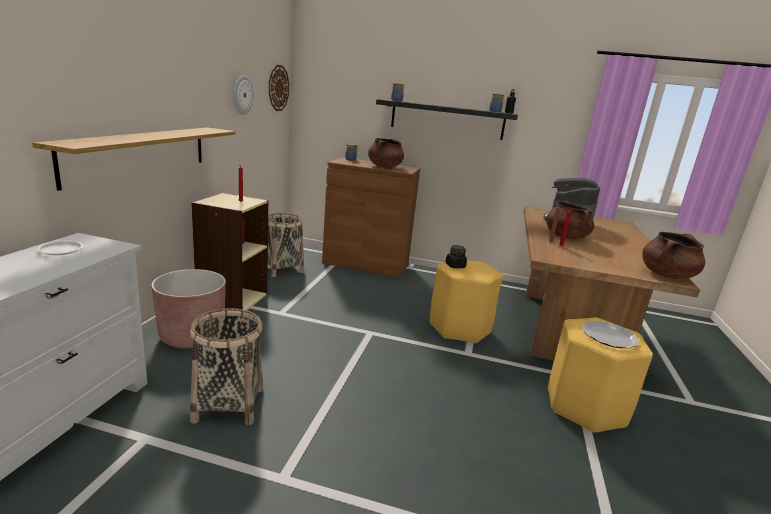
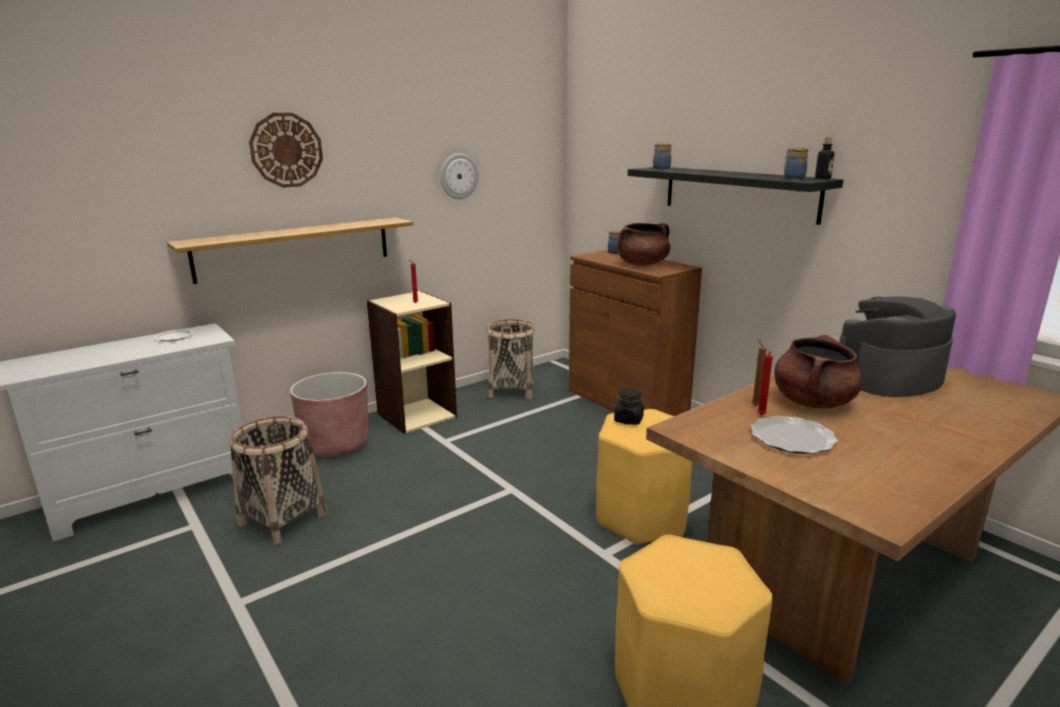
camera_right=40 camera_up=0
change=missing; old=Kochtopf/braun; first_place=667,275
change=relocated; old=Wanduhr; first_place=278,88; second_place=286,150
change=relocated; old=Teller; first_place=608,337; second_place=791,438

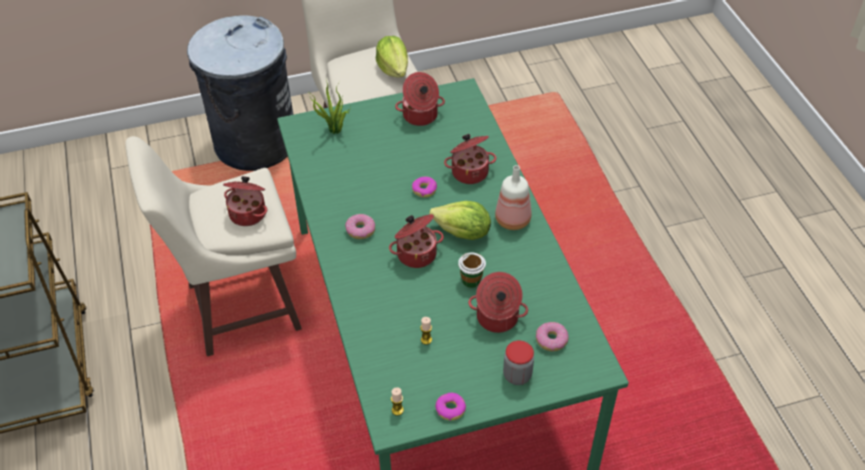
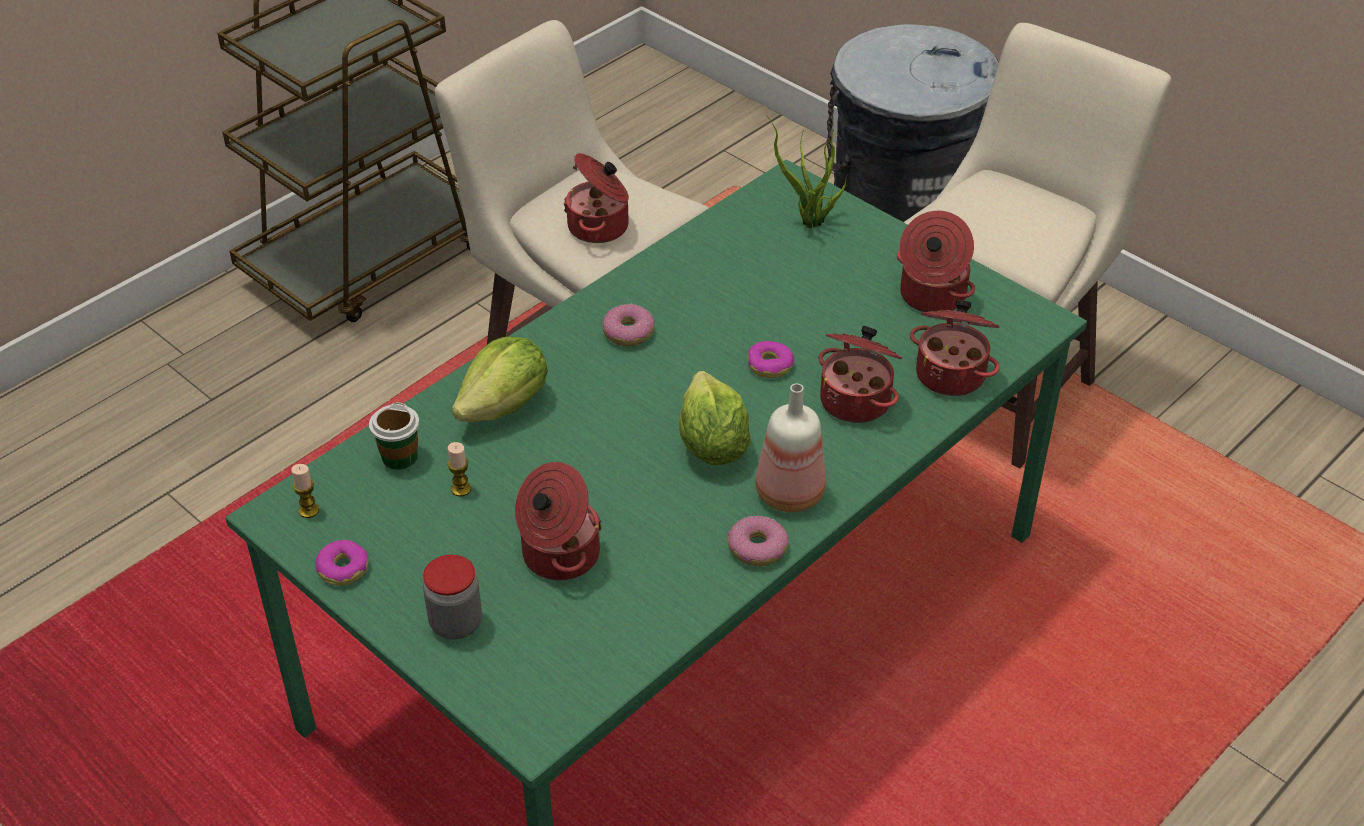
camera_right=60 camera_up=-5
change=relocated; old=Salatkopf; first_place=393,69; second_place=505,406
change=relocated; old=Kochtopf; first_place=416,253; second_place=951,373
change=relocated; old=Tasse; first_place=471,280; second_place=399,457
change=relocated; old=Donut; first_place=551,340; second_place=757,548

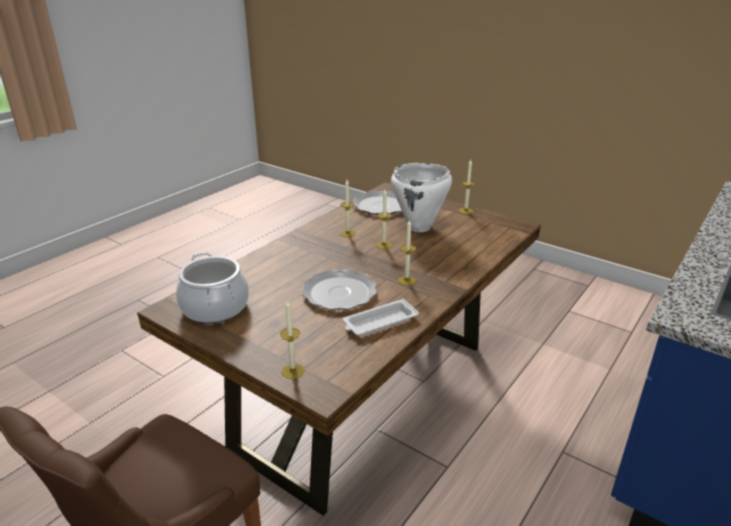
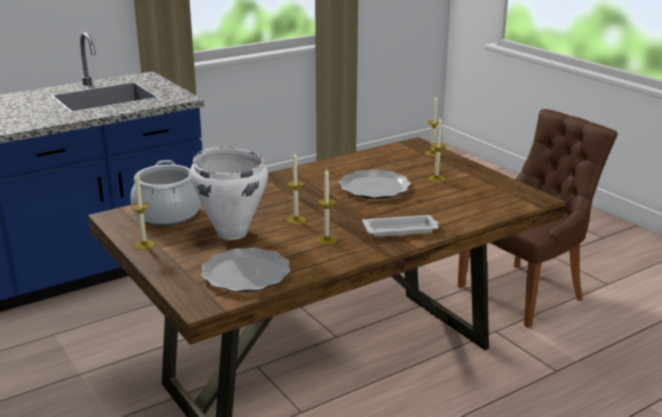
camera_right=-160 camera_up=-5
change=relocated; old=Kochtopf; first_place=215,307; second_place=167,214
change=relocated; old=Tablett/weiß; first_place=379,322; second_place=401,230
change=relocated; old=Kerze; first_place=406,280; second_place=436,179

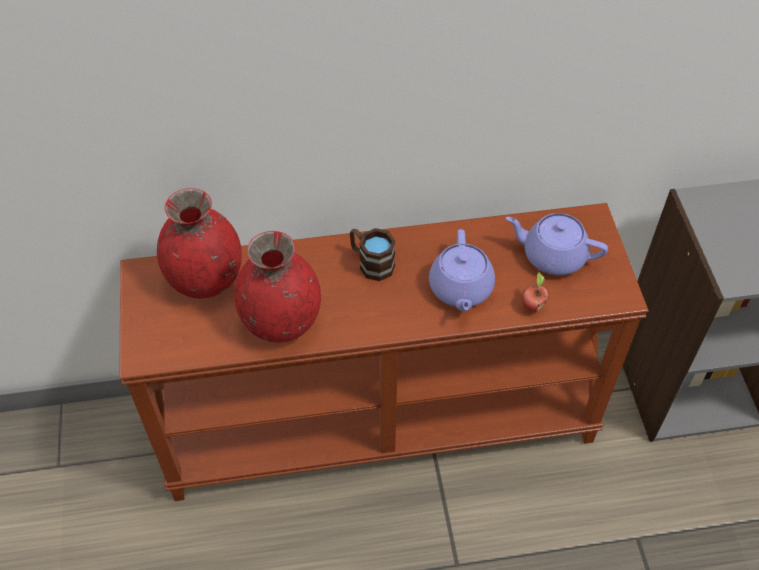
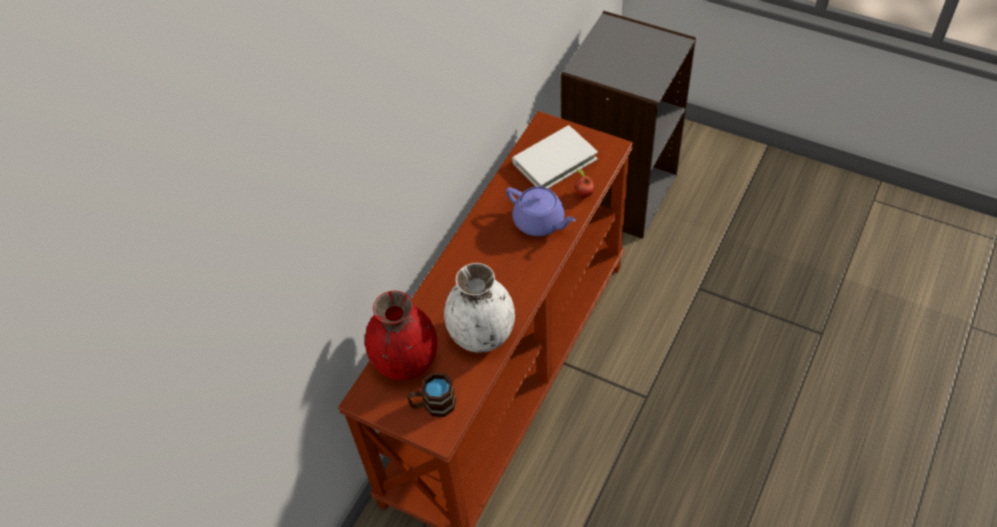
camera_right=-50 camera_up=0
change=relocated; old=Henkelbecher/braun; first_place=371,263; second_place=433,405
change=exchanged; old=Teekanne/lila; new=Buch/weiß; first_place=552,255; second_place=554,161
change=colour; old=Vase/rot; new=Vase/weiß; first_place=280,321; second_place=481,334

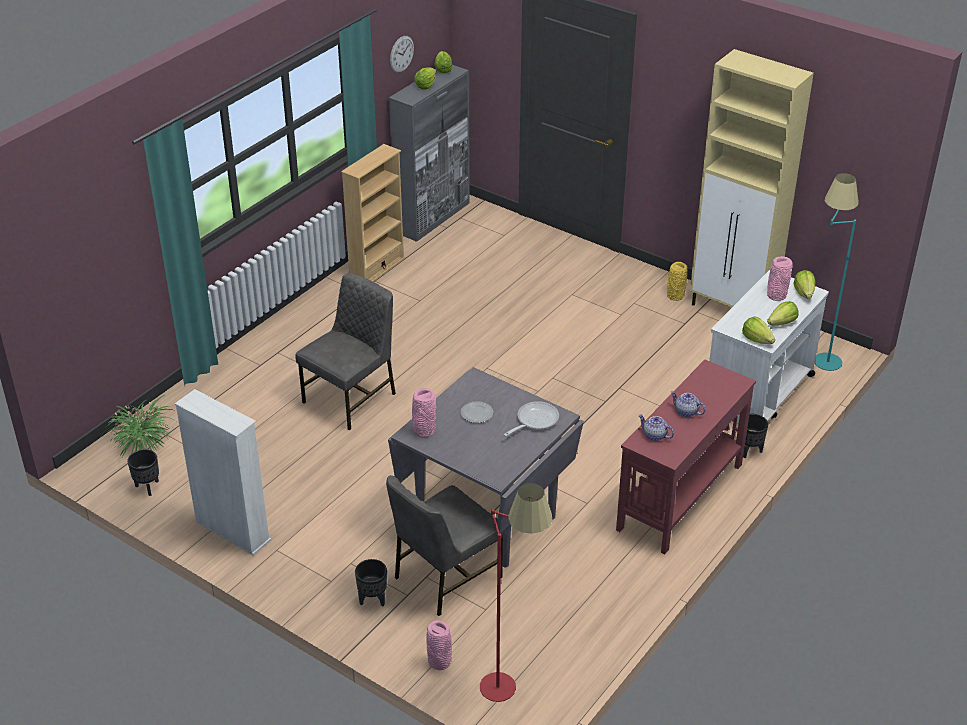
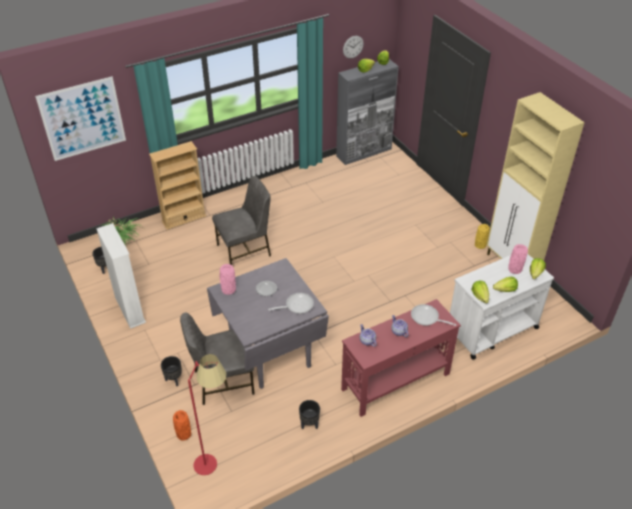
camera_right=25 camera_up=5
change=missing; old=Stehlampe/türkis; first_place=819,354
change=appeared; new=Bild; second_place=82,119
change=appeared; new=Pfanne; second_place=427,318
change=relocated; old=Bücherregal/beige; first_place=377,269; second_place=184,219
change=relocated; old=Pflanzkübel/schwarz; first_place=749,451; second_place=309,424
change=colour; old=Vase/rosa; new=Vase/orange; first_place=440,662; second_place=184,435

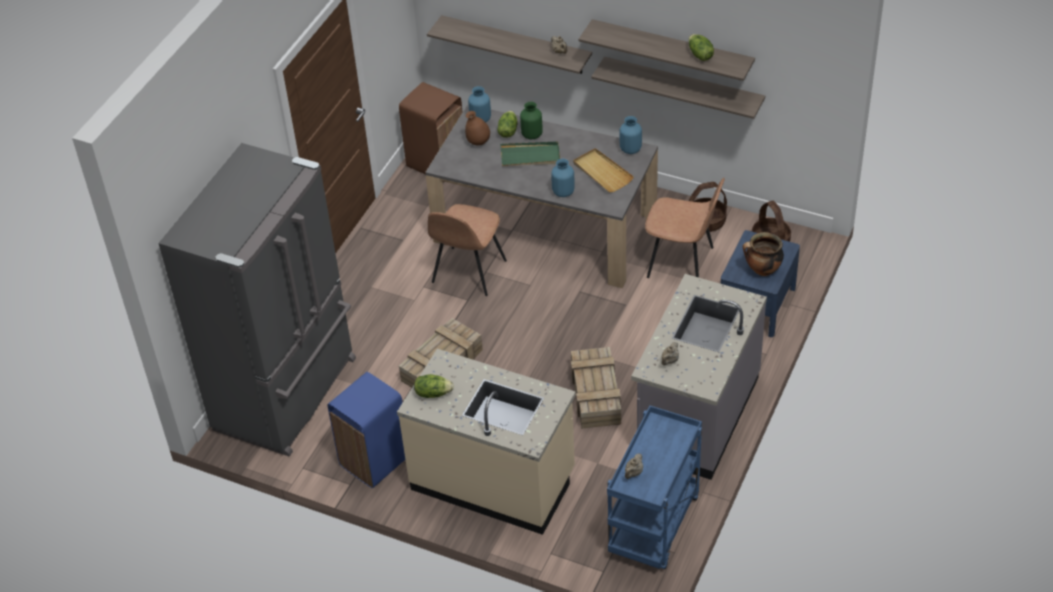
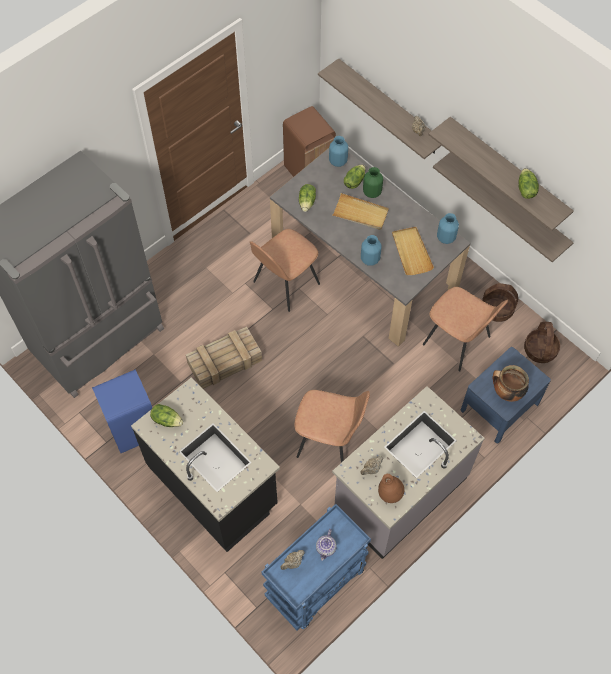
camera_right=20 camera_up=15
change=appeared; new=Salatkopf; second_place=307,202
change=appeared; new=Teekanne; second_place=326,548
change=relocated; old=Vase/braun; first_place=478,142; second_place=390,494
change=exchanged; old=Kiste; new=Stuhl/braun; first_place=596,395; second_place=329,440
change=colour; old=Küchenzeile/beige; new=Küchenzeile/schwarz; first_place=493,480; second_place=213,485
change=colour; old=Tablett/grün; new=Tablett/beige; first_place=530,156; second_place=360,213

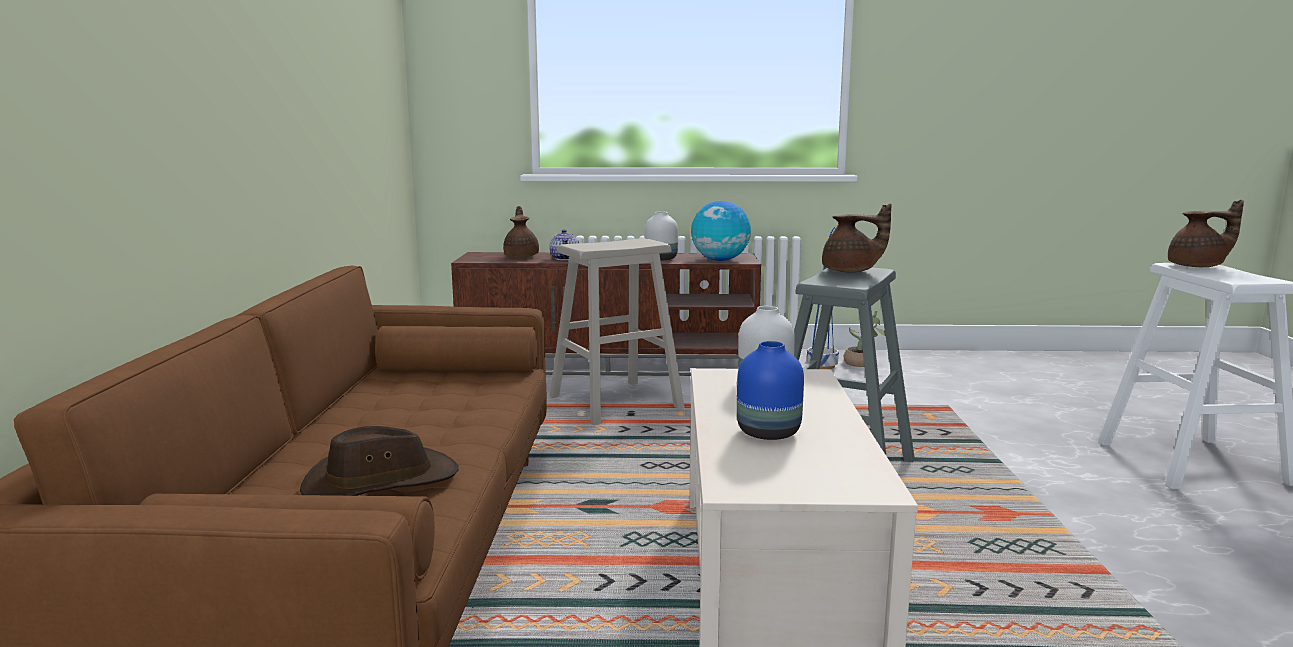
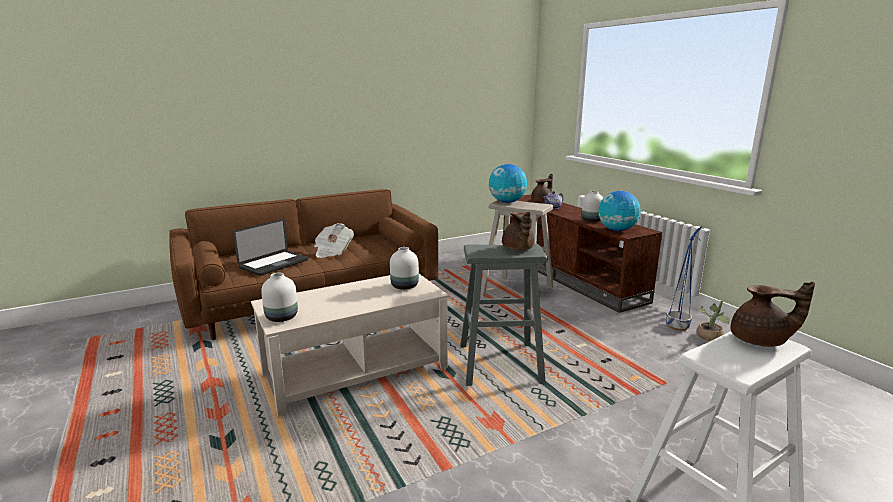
camera_right=60 camera_up=5
change=missing; old=Vase/blau; first_place=770,433
change=appeared; new=Vase/weiß; second_place=281,317
change=appeared; new=Zeitung; second_place=333,251
change=appeared; new=Globus; second_place=507,202
change=exchanged; old=Hut/braun; new=Laptop; first_place=380,481; second_place=274,264
change=spun; old=Teekanne/braun; first_place=1198,266; second_place=760,341; degrees=-45

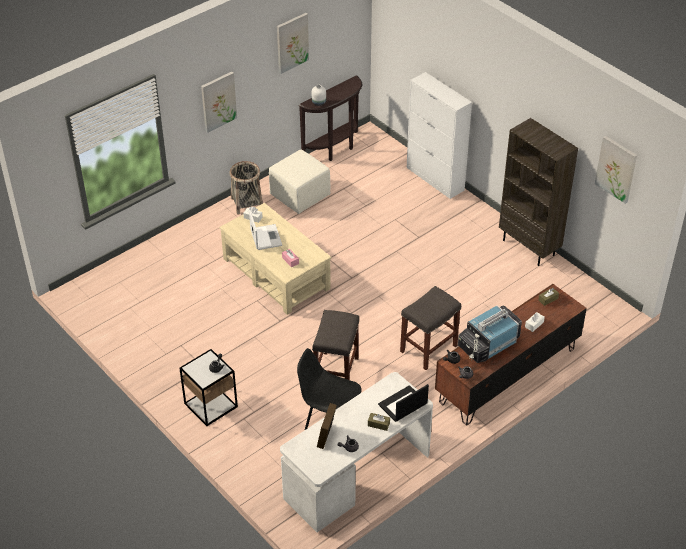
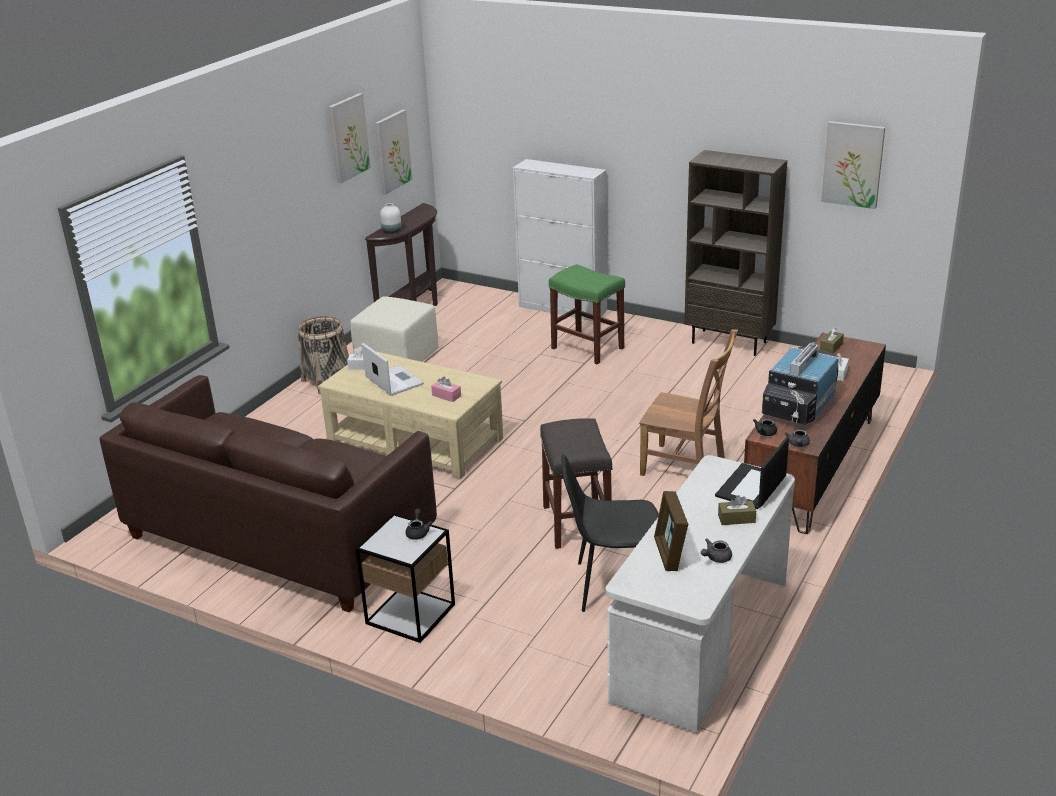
camera_right=-20 camera_up=-15
change=appeared; new=Sofa/braun; second_place=279,536
change=appeared; new=Hocker/grün; second_place=588,348
change=relocated; old=Bild; first_place=218,101; second_place=392,151
change=exchanged; old=Hocker/grau; new=Stuhl/braun; first_place=428,349; second_place=686,467

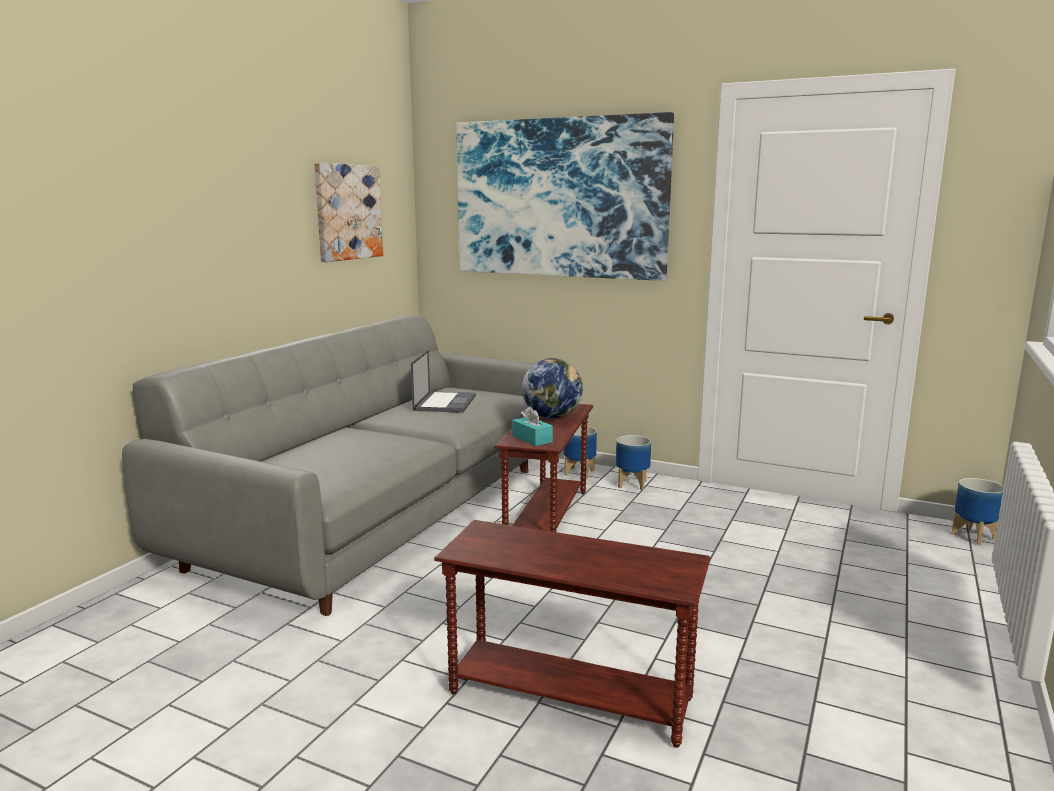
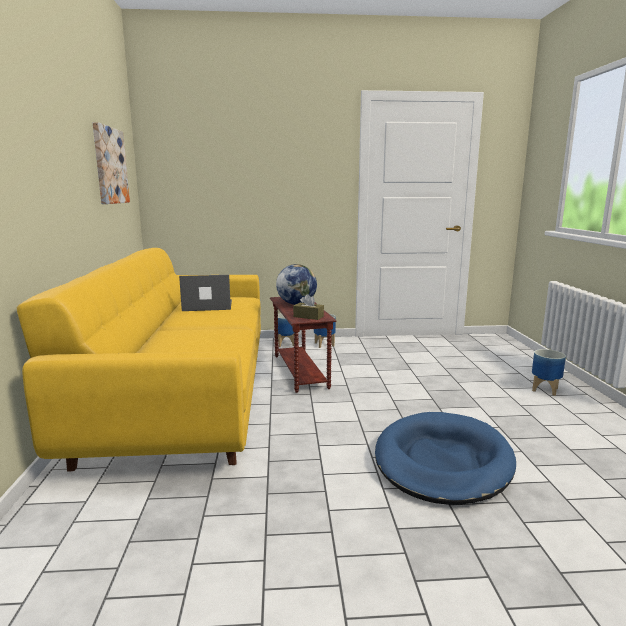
camera_right=-30 camera_up=0
change=missing; old=Bild; first_place=559,198
change=relocated; old=Pflanzkübel; first_place=974,536; second_place=545,389
change=exchanged; old=Beistelltisch/braun; new=Hundebett/blau; first_place=569,697; second_place=442,462
change=colour; old=Sofa/grau; new=Sofa/gelb; first_place=379,512; second_place=184,392
change=colour; old=Taschentuchbox/türkis; new=Taschentuchbox/braun; first_place=532,439; second_place=308,316
change=spun; old=Laptop; first_place=445,402; second_place=207,306; degrees=-75

